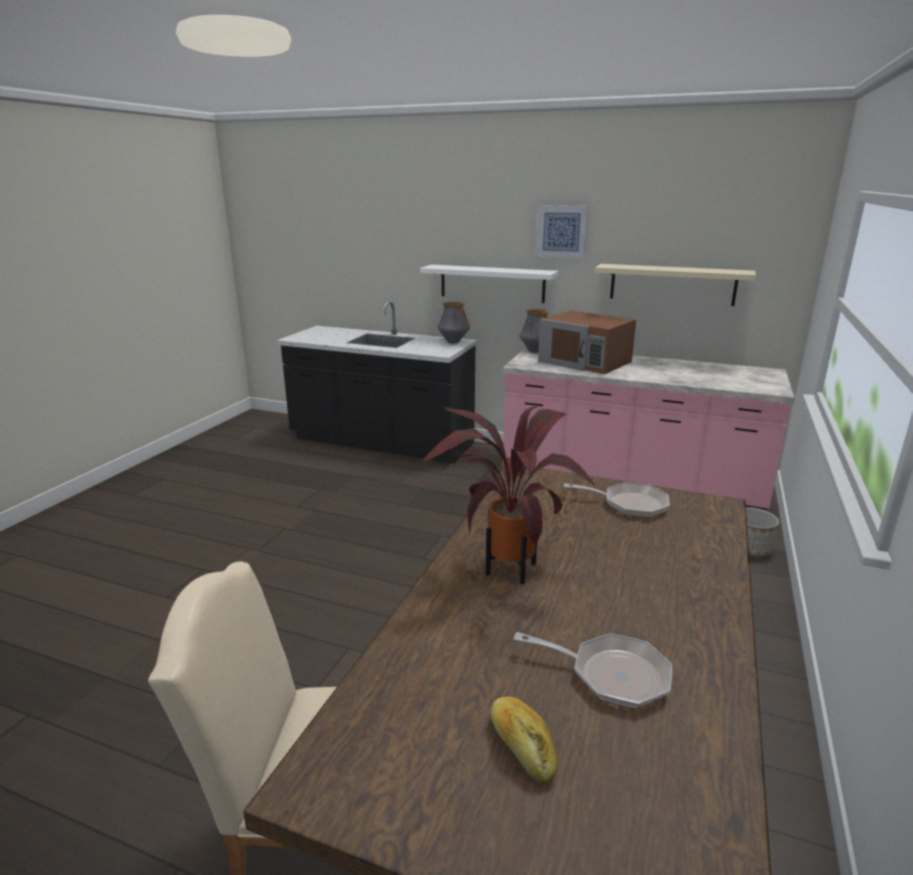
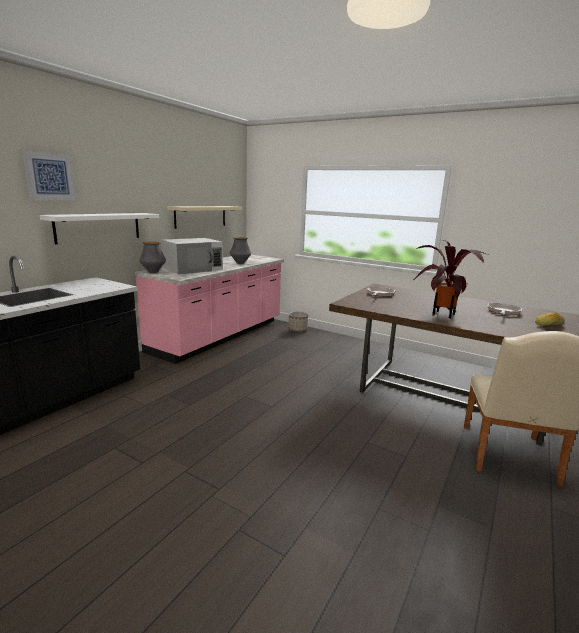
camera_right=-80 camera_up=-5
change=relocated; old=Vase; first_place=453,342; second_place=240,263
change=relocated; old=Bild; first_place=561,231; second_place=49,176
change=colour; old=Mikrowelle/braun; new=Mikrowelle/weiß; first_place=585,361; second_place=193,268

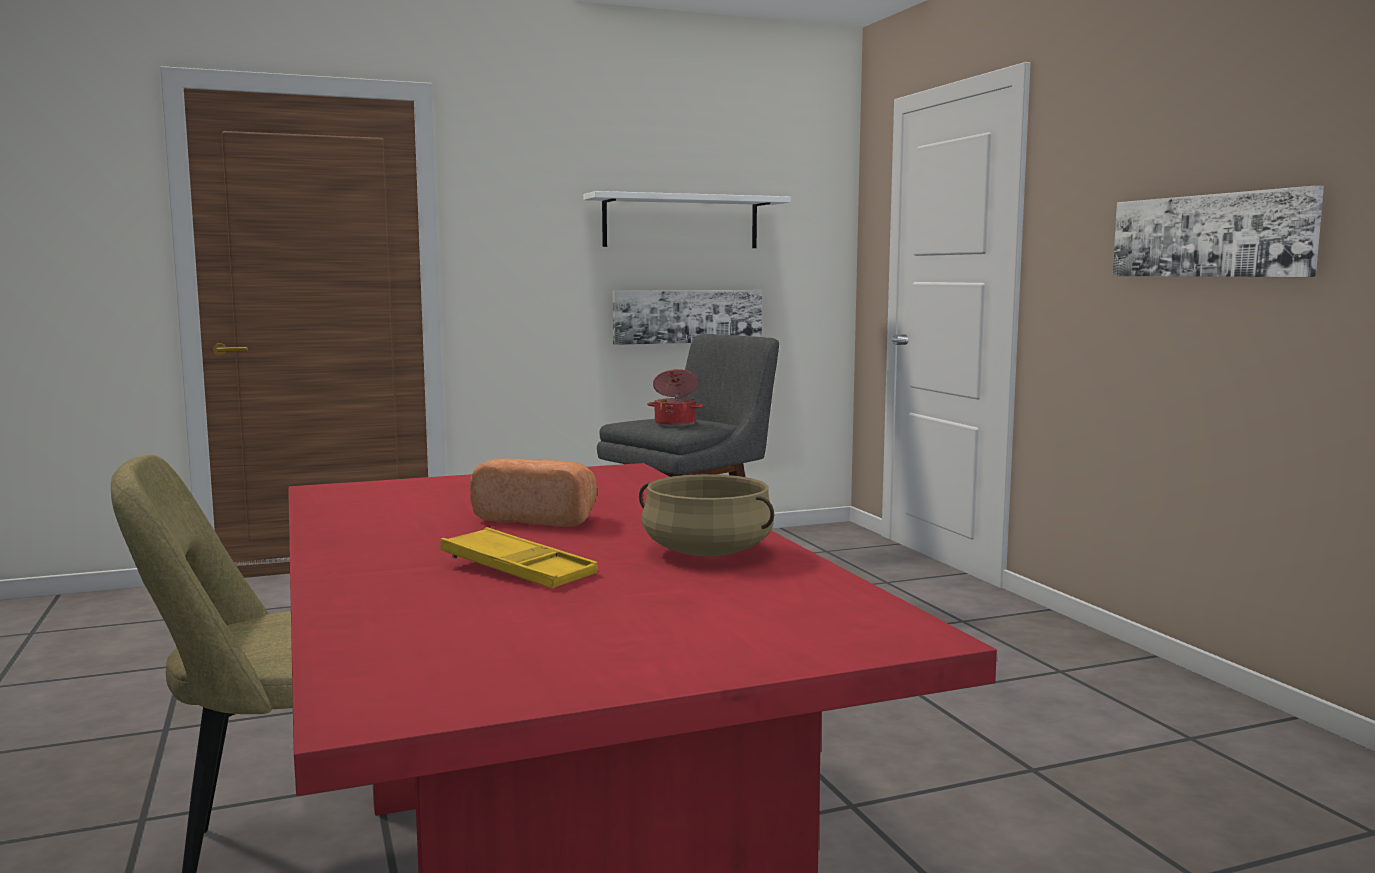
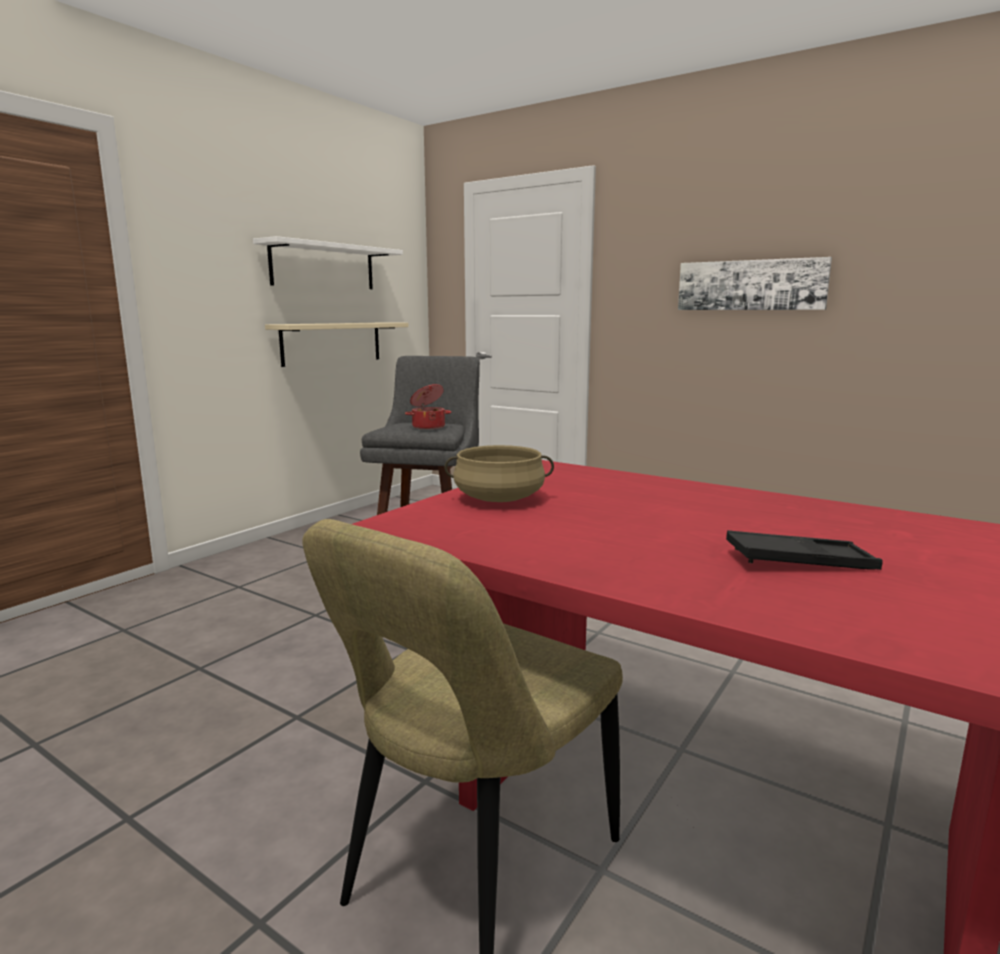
camera_right=-35 camera_up=5
change=missing; old=Brot; first_place=539,519
change=relocated; old=Kochtopf/beige; first_place=706,552; second_place=499,499
change=exchanged; old=Bild; new=Wandregal/beige; first_place=687,316; second_place=332,343
change=colour; old=Tablett/gelb; new=Tablett/schwarz; first_place=518,570; second_place=799,561

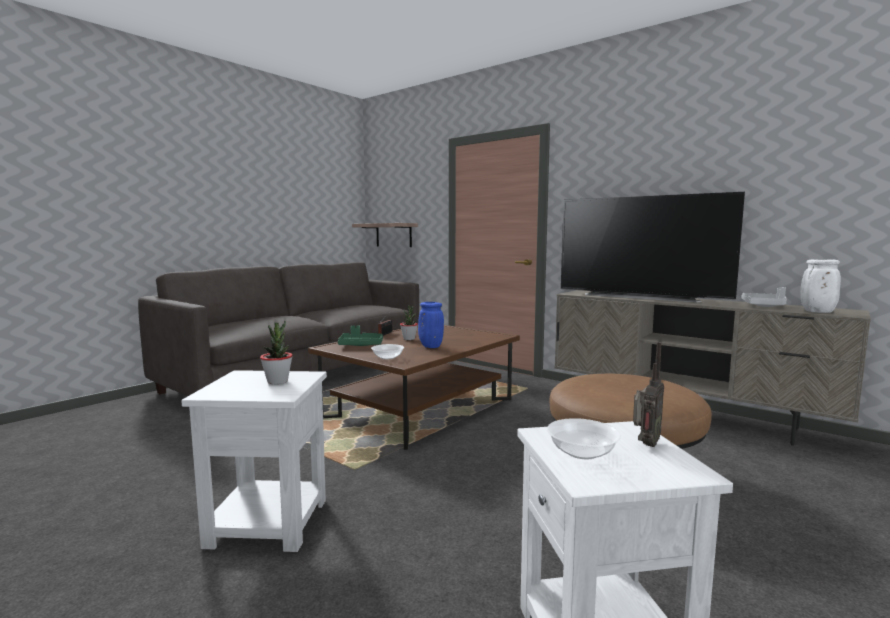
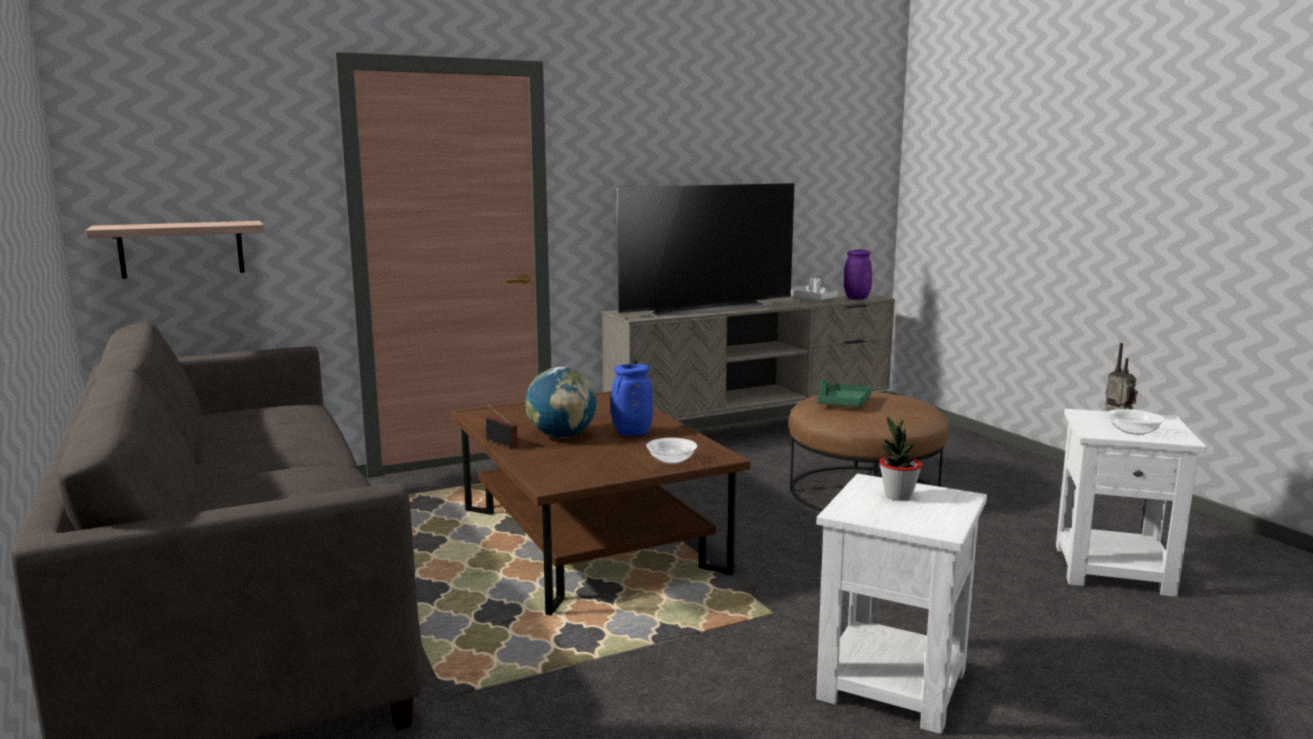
camera_right=-65 camera_up=5
change=relocated; old=Tablett/grün; first_place=361,345; second_place=844,403
change=exchanged; old=Topfpflanze; new=Globus; first_place=409,339; second_place=562,436
change=colour; old=Vase/weiß; new=Vase/lila; first_place=817,312; second_place=857,299

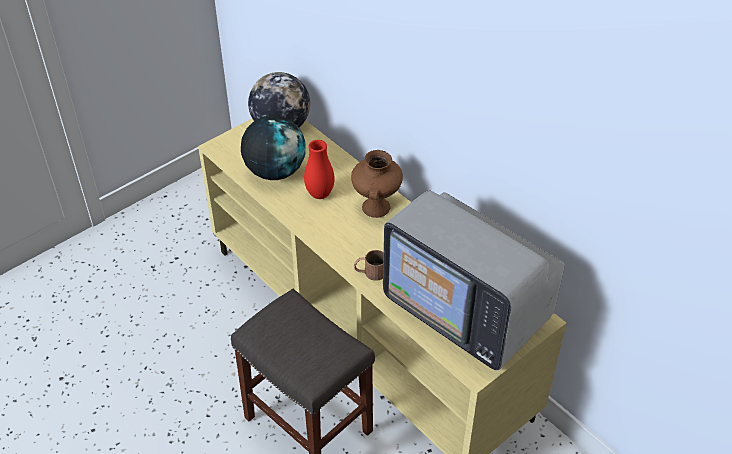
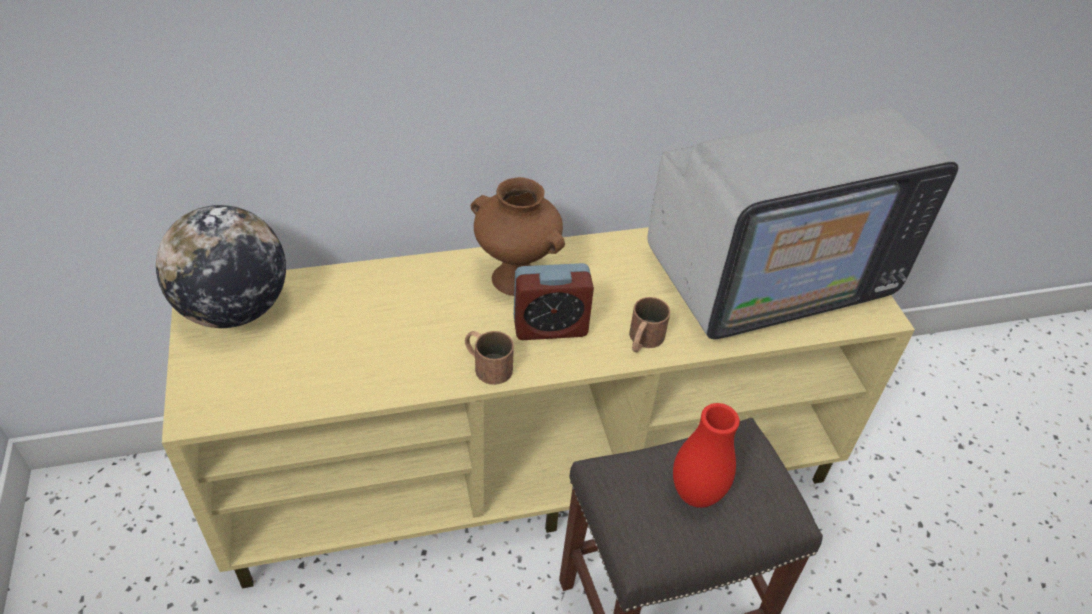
camera_right=-65 camera_up=0
change=missing; old=Globus; first_place=275,171
change=appeared; new=Henkelbecher/braun; second_place=486,364
change=appeared; new=Wecker; second_place=550,327
change=relocated; old=Vase/rot; first_place=320,194; second_place=696,494

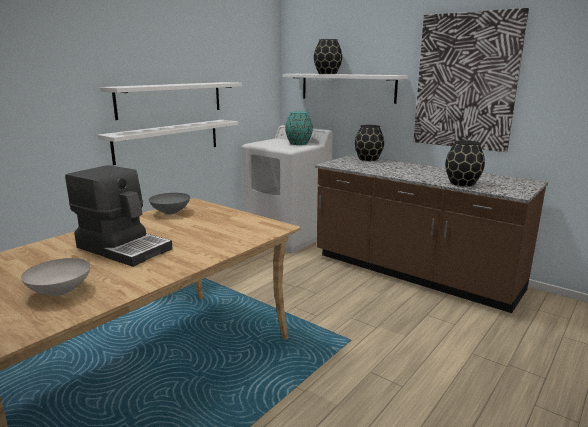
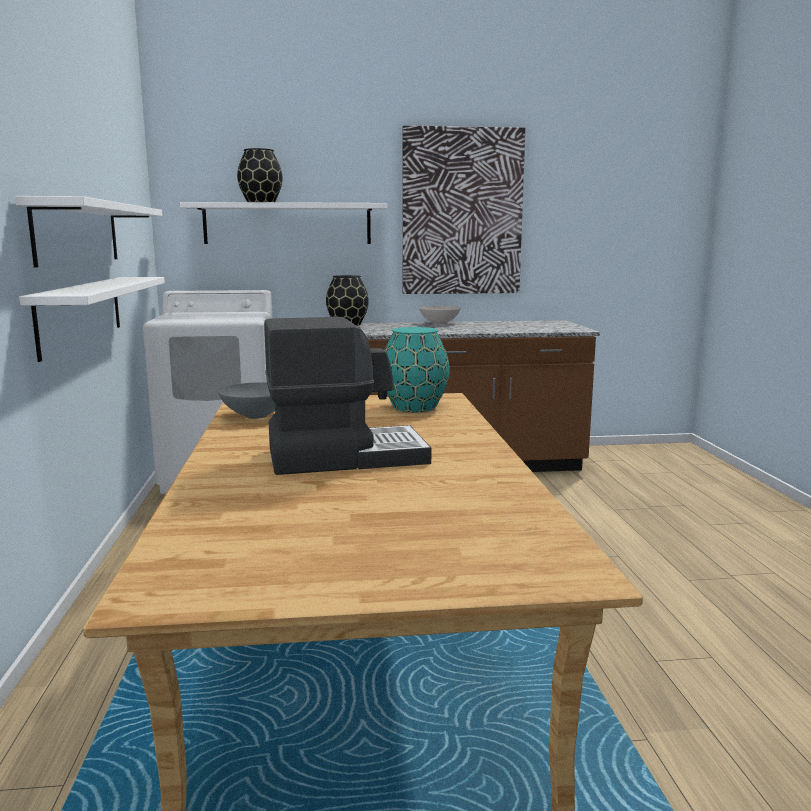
camera_right=-45 camera_up=-5
change=missing; old=Vase/schwarz; first_place=462,183
change=relocated; old=Schüssel/weiß; first_place=60,291; second_place=439,323
change=relocated; old=Vase/türkis; first_place=298,143; second_place=415,407

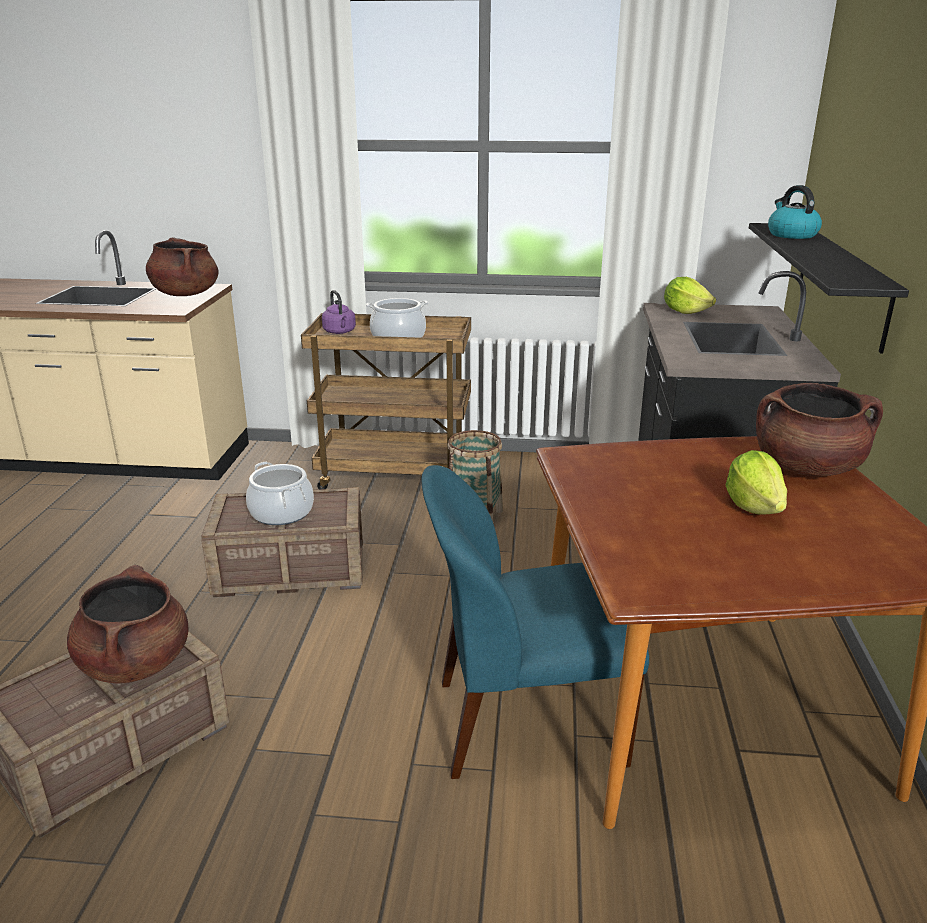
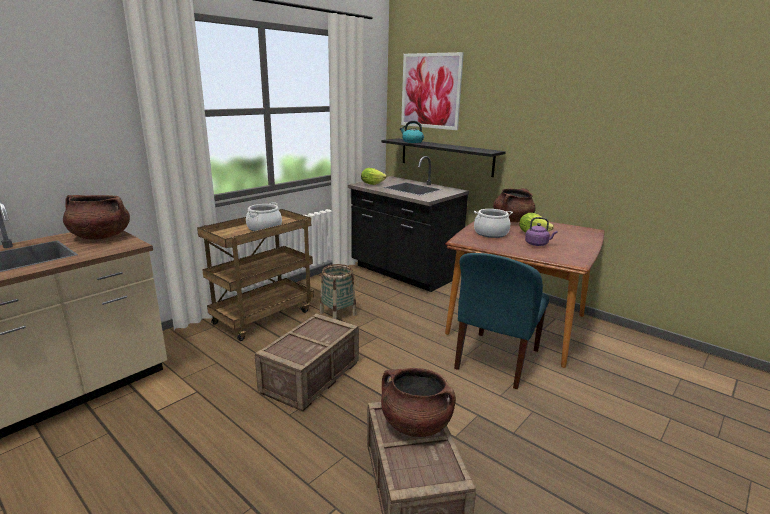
camera_right=-55 camera_up=-5
change=appeared; new=Bild; second_place=430,91
change=relocated; old=Kochtopf; first_place=281,512; second_place=491,233
change=relocated; old=Wasserkessel/lila; first_place=340,332; second_place=537,244

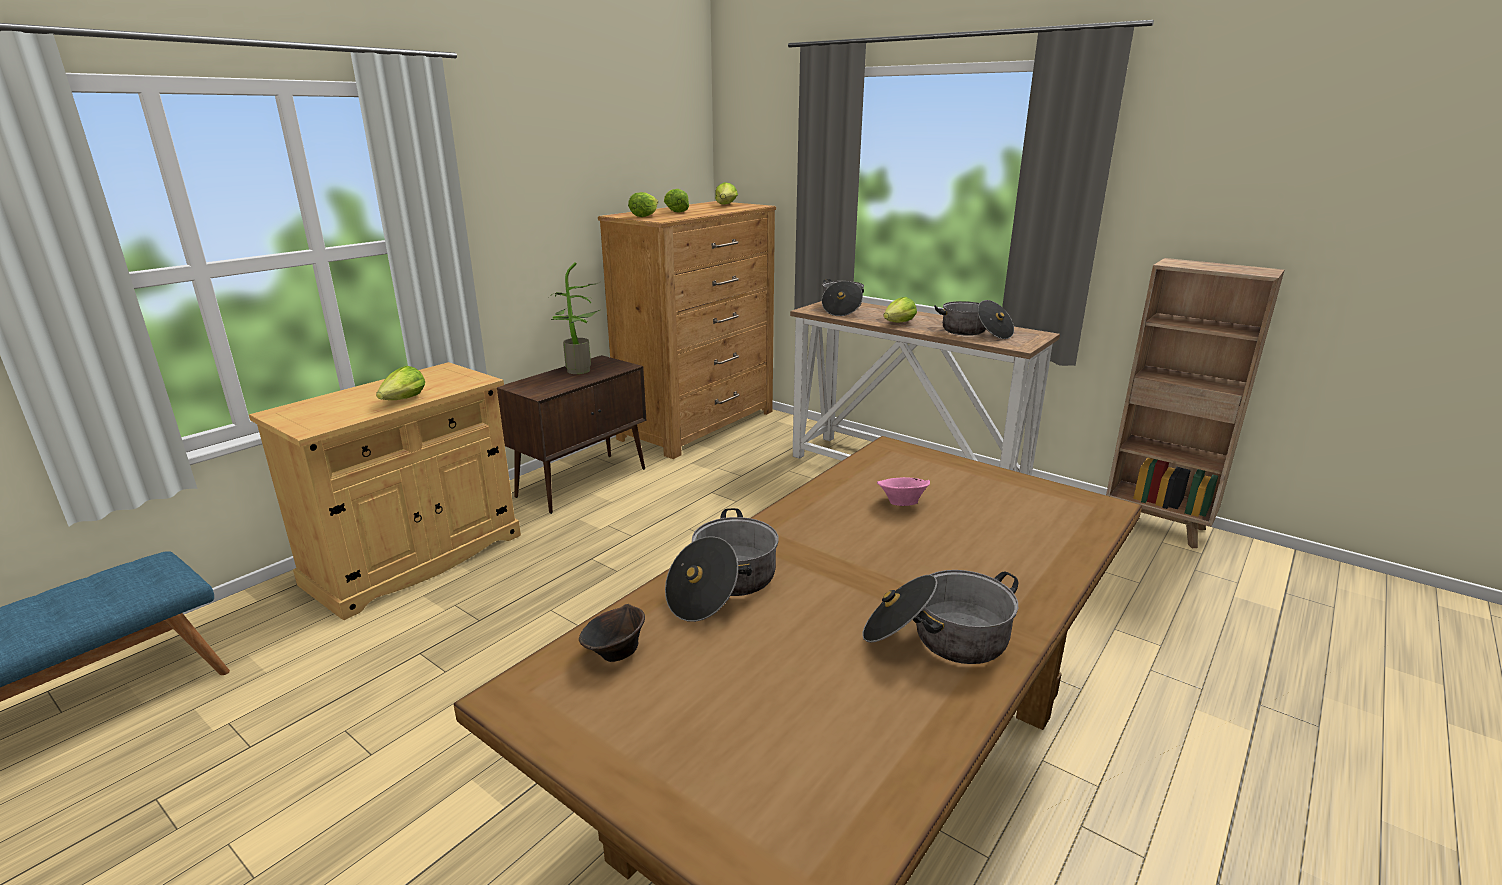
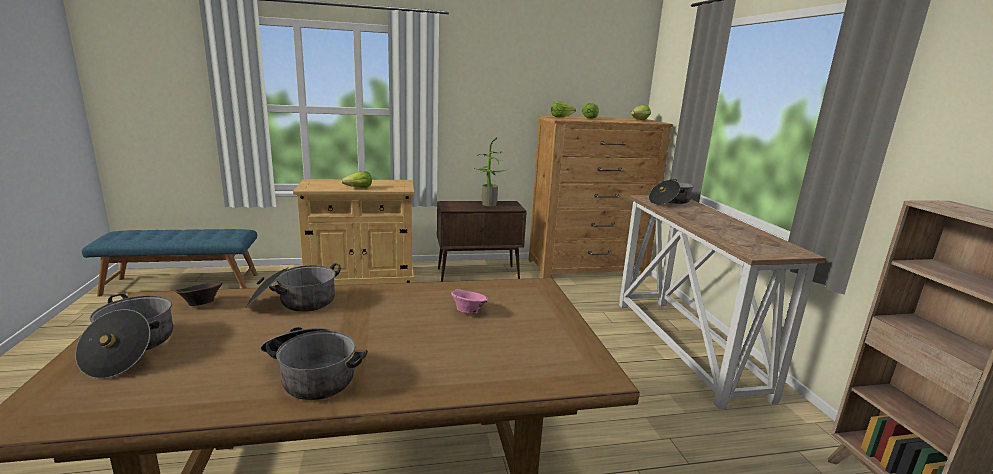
camera_right=40 camera_up=-5
change=missing; old=Salatkopf; first_place=899,323
change=relocated; old=Kochtopf; first_place=974,332; second_place=131,349

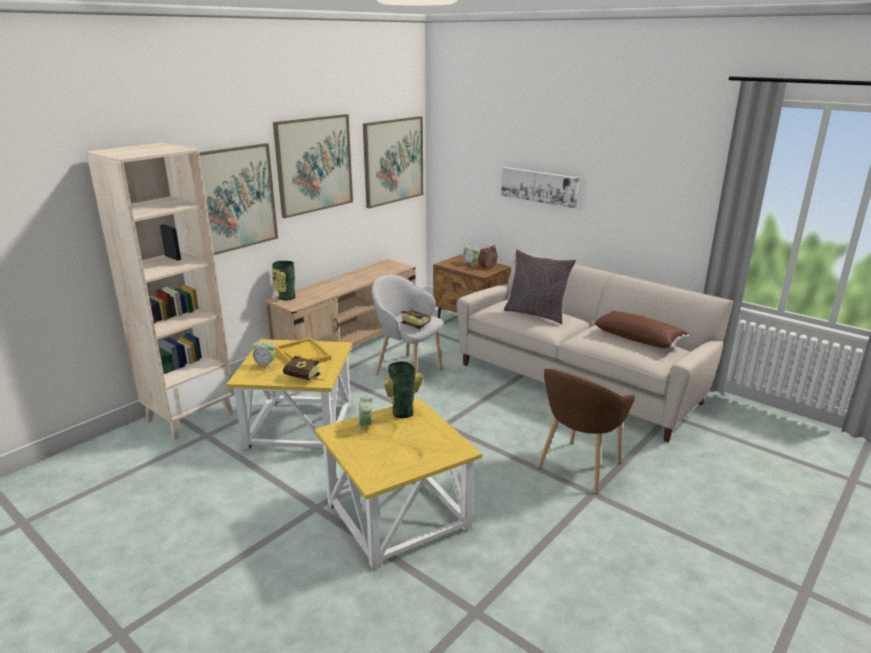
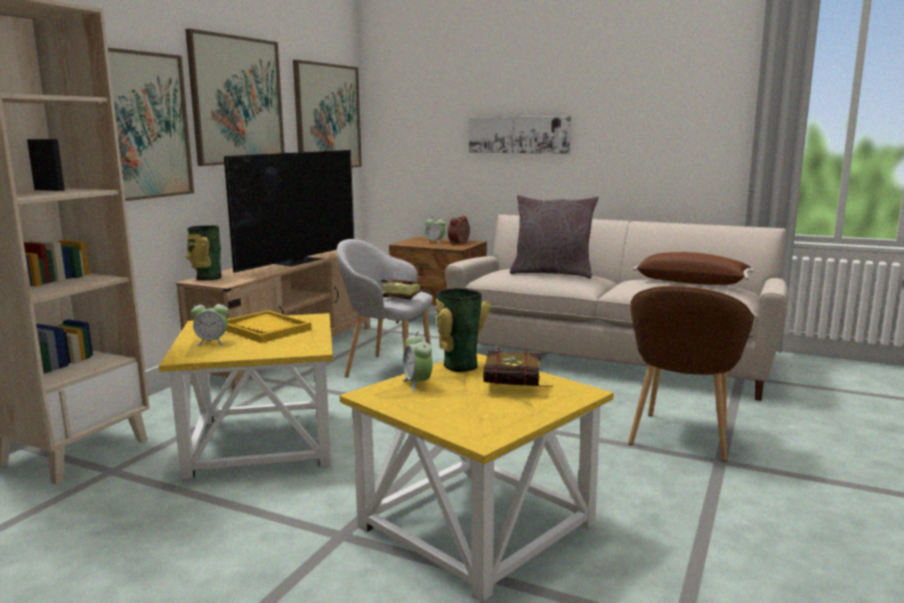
camera_right=-15 camera_up=-10
change=appeared; new=Fernseher; second_place=299,261
change=relocated; old=Buch; first_place=305,379; second_place=519,388

